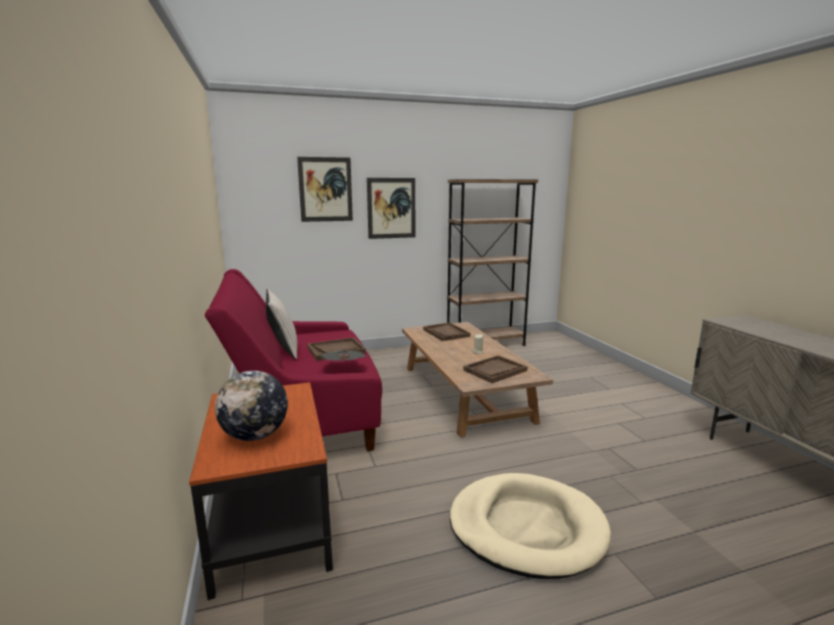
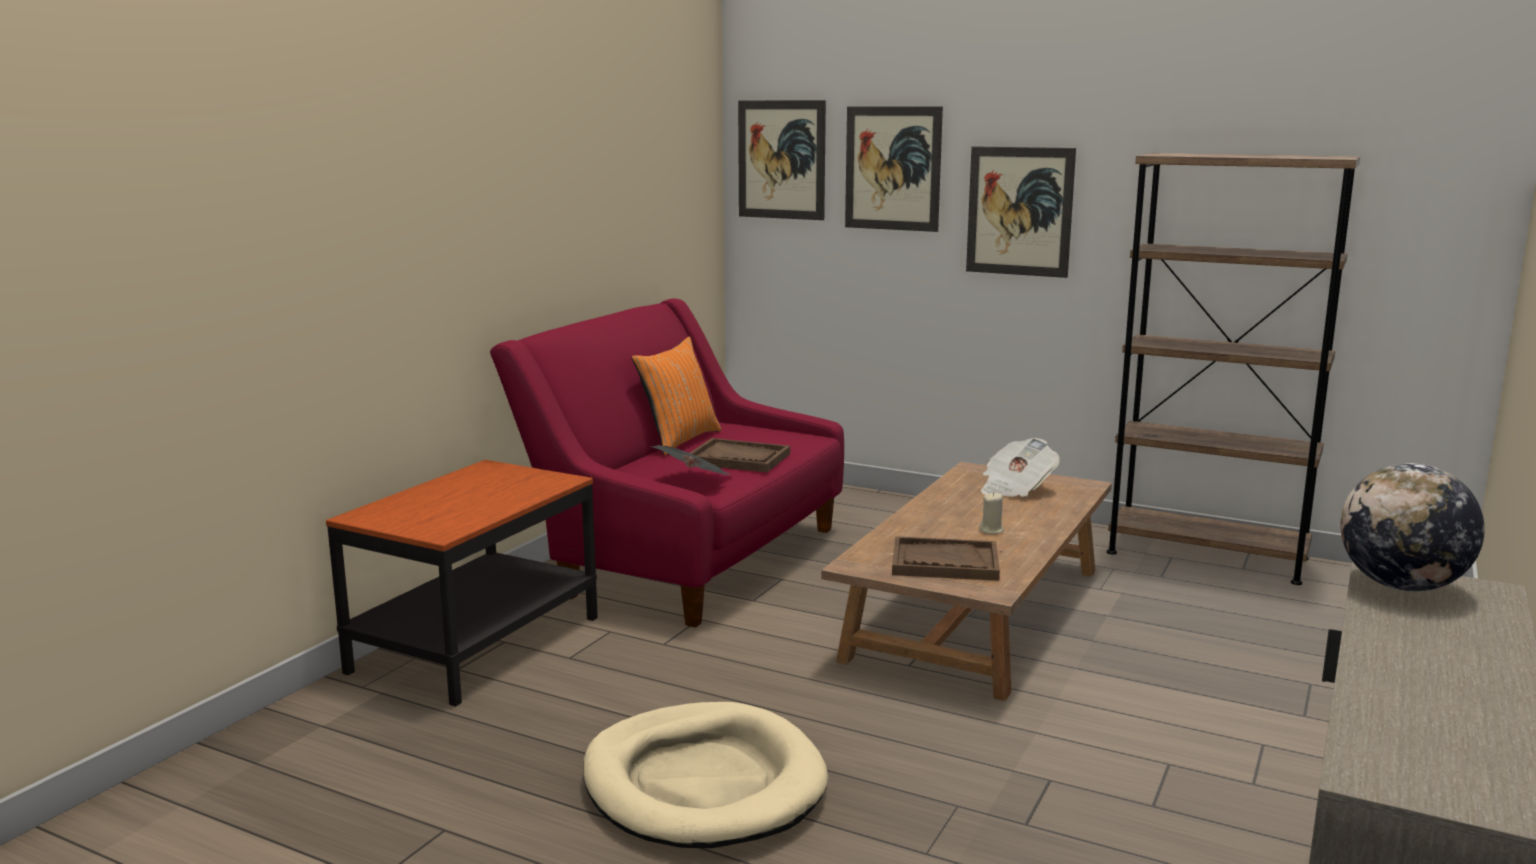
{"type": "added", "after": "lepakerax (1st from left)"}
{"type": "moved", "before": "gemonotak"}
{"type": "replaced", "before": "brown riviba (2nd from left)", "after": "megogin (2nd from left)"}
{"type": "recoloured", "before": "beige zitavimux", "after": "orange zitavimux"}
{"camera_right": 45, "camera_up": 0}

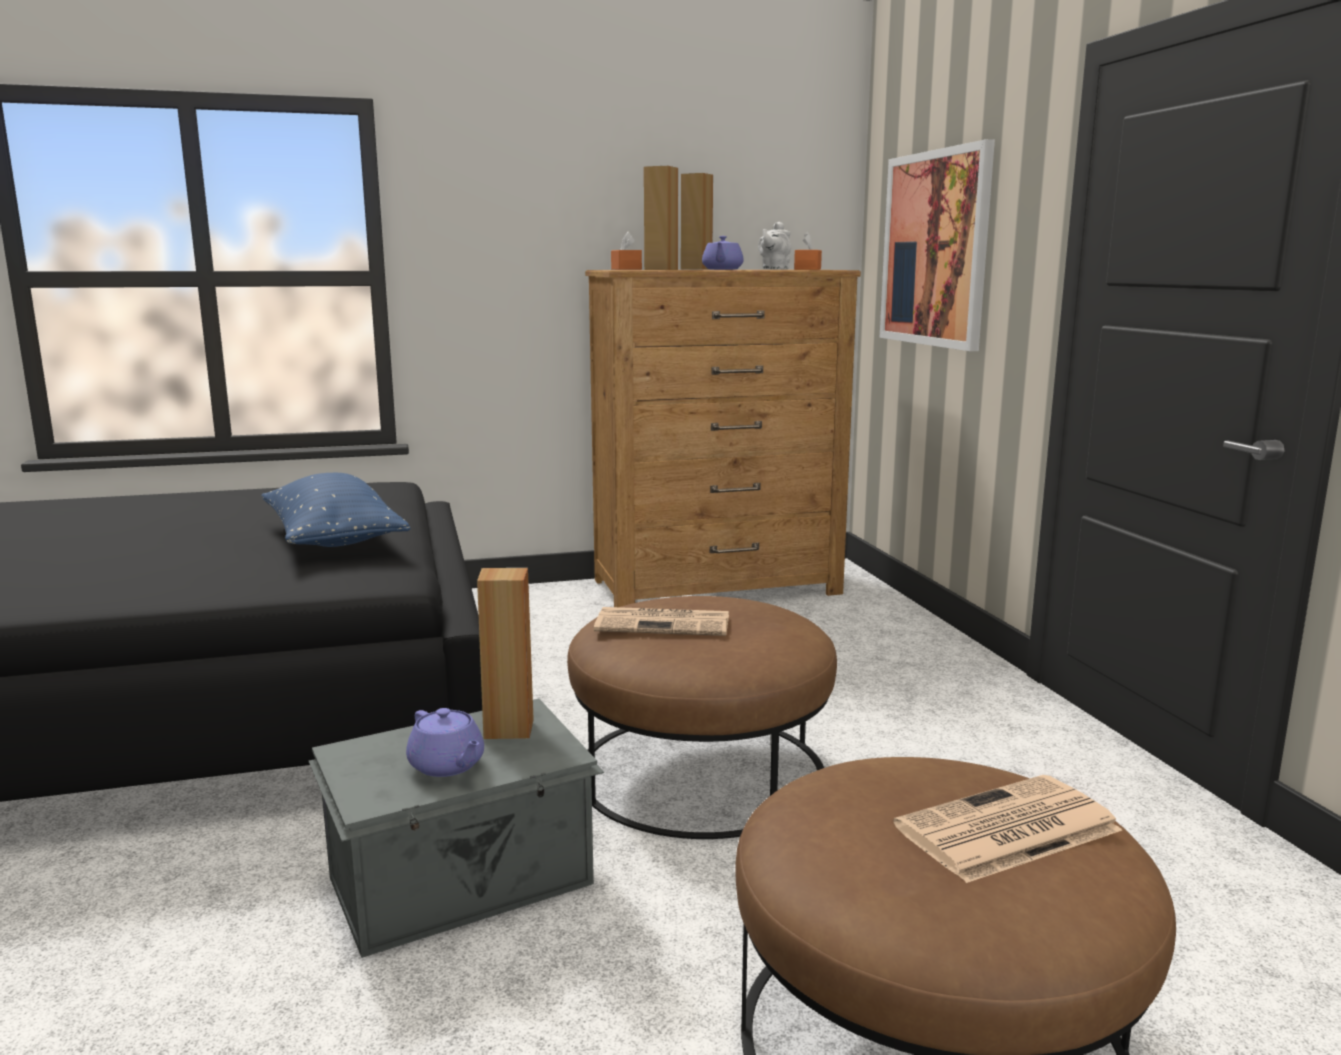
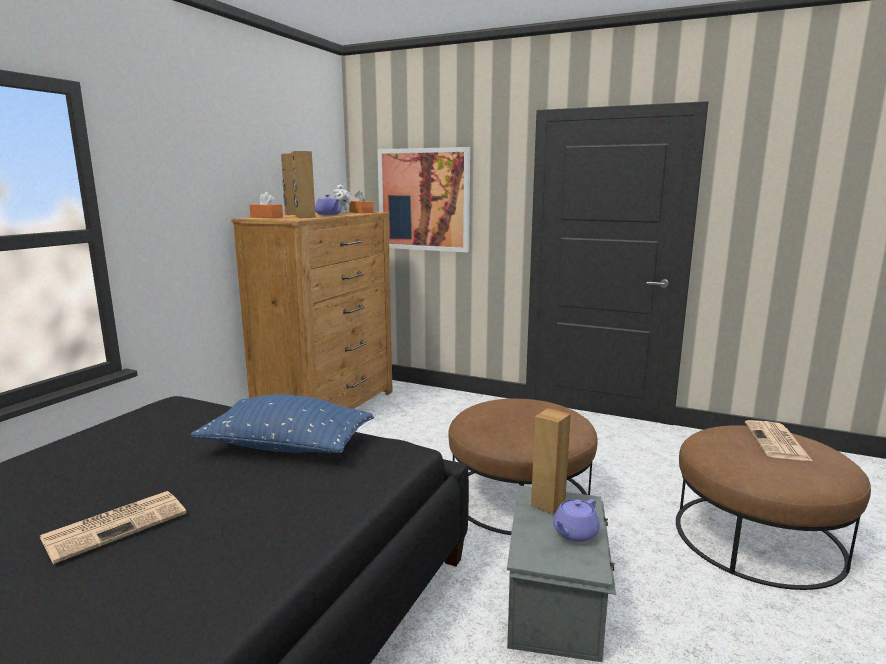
{"type": "moved", "before": "megogin (1st from left)"}
{"type": "turned", "before": "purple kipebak (1st from left in the first image)", "turn": 135}
{"camera_right": -50, "camera_up": 0}

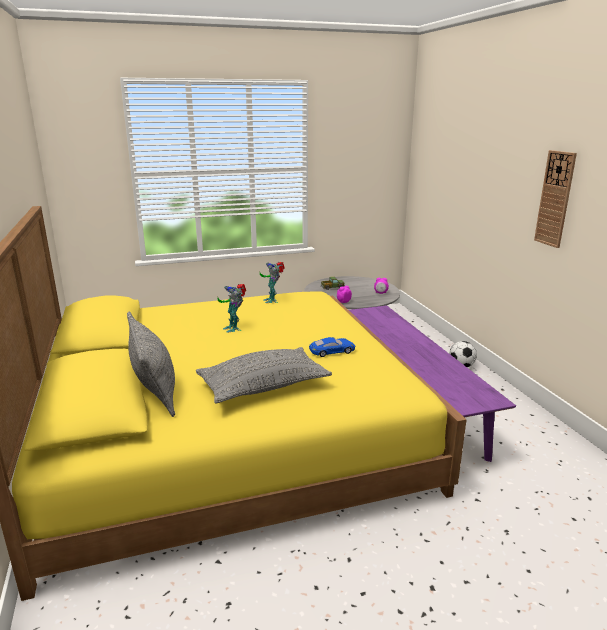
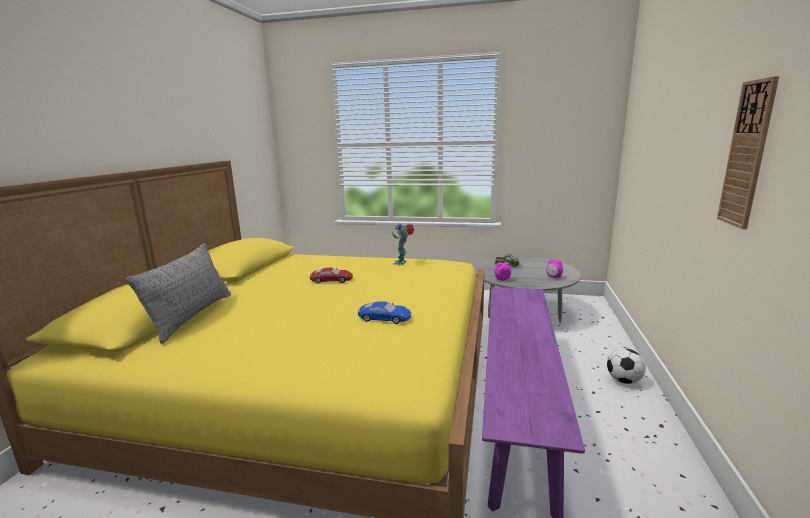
{"type": "removed", "before": "grey zitavimux (2nd from left)"}
{"type": "replaced", "before": "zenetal (1st from left)", "after": "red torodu"}
{"camera_right": 30, "camera_up": -5}

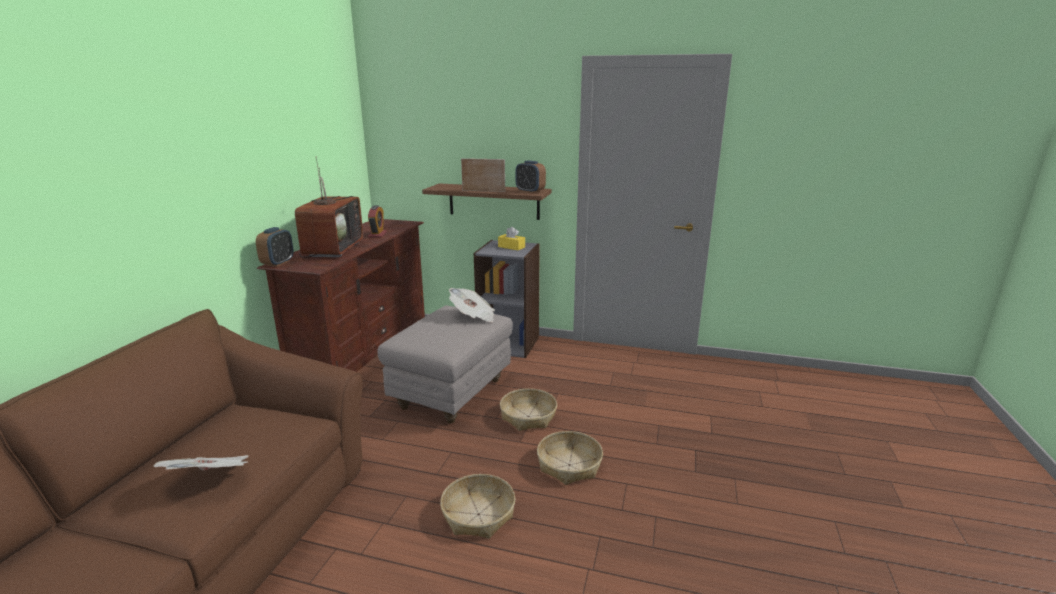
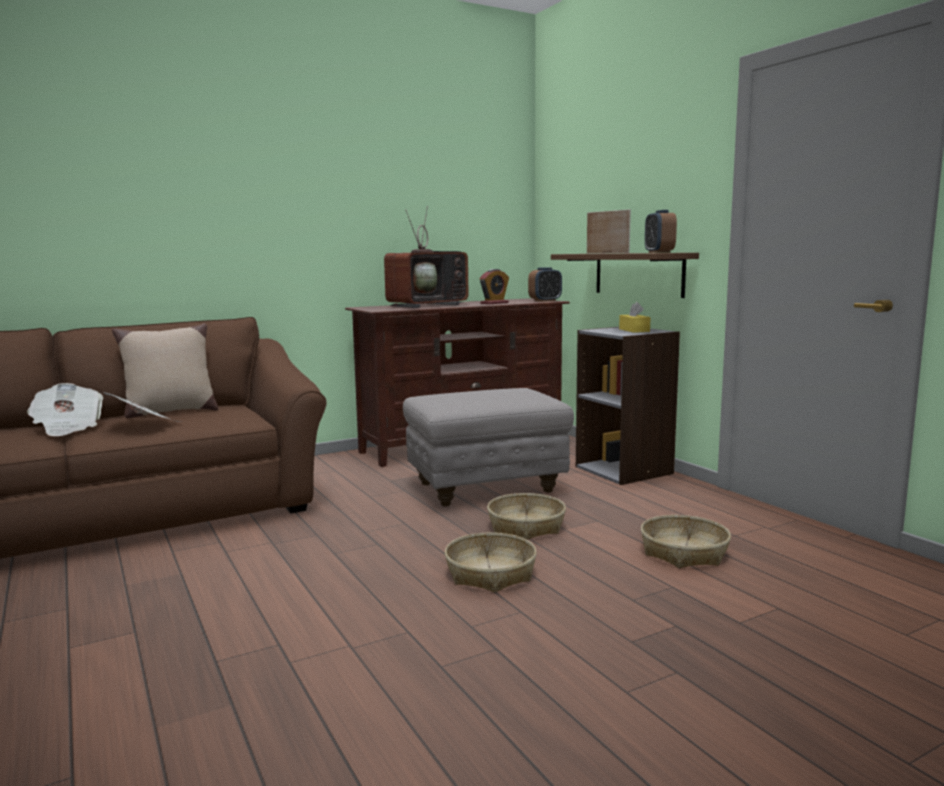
{"type": "added", "after": "beige zitavimux"}
{"type": "moved", "before": "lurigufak (1st from left in the first image)", "after": "lurigufak (2nd from left)"}
{"type": "moved", "before": "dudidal (1st from left in the first image)", "after": "dudidal (3rd from left)"}
{"type": "moved", "before": "megogin (2nd from left in the first image)", "after": "megogin (1st from left)"}
{"camera_right": 45, "camera_up": -10}

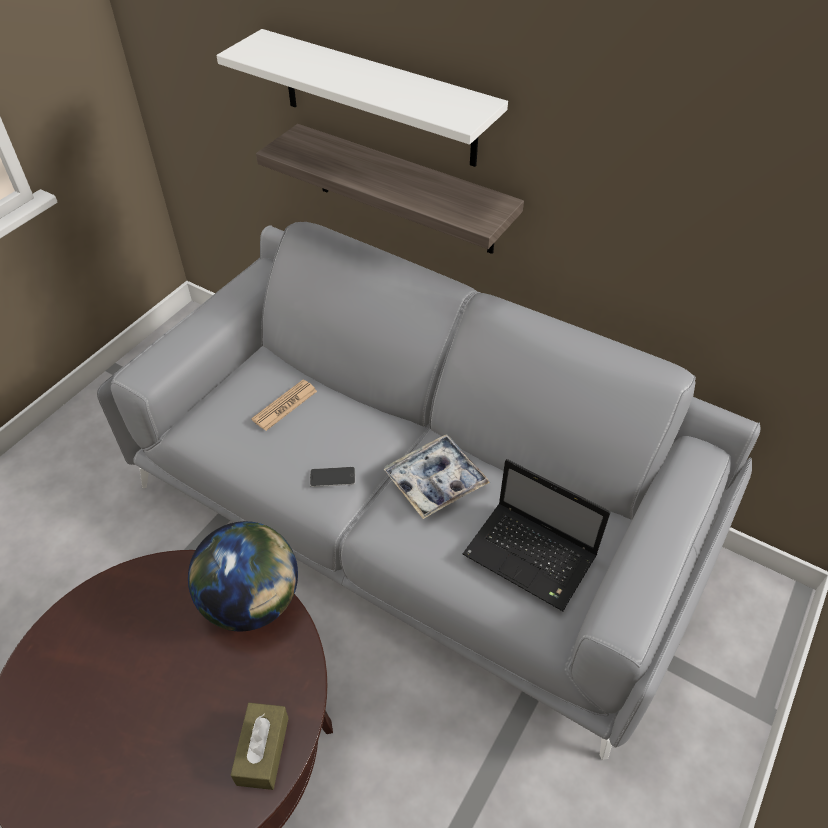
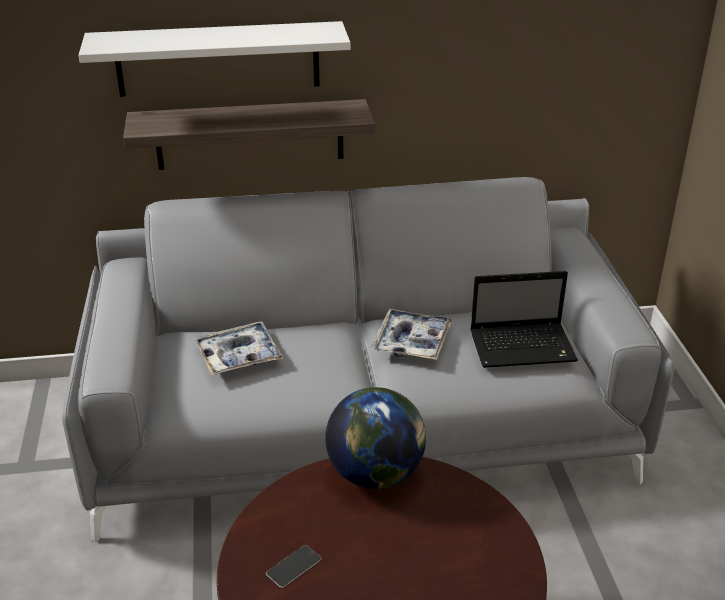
{"type": "removed", "before": "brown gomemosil"}
{"type": "moved", "before": "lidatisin"}
{"type": "replaced", "before": "megogin", "after": "riviba (1st from left)"}
{"camera_right": -40, "camera_up": -15}

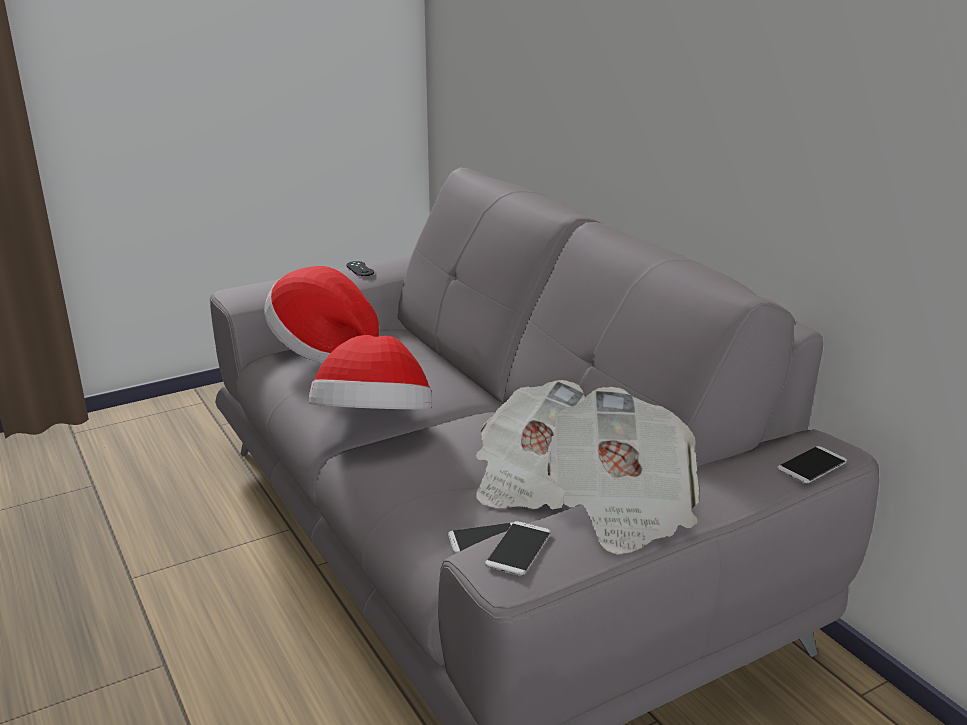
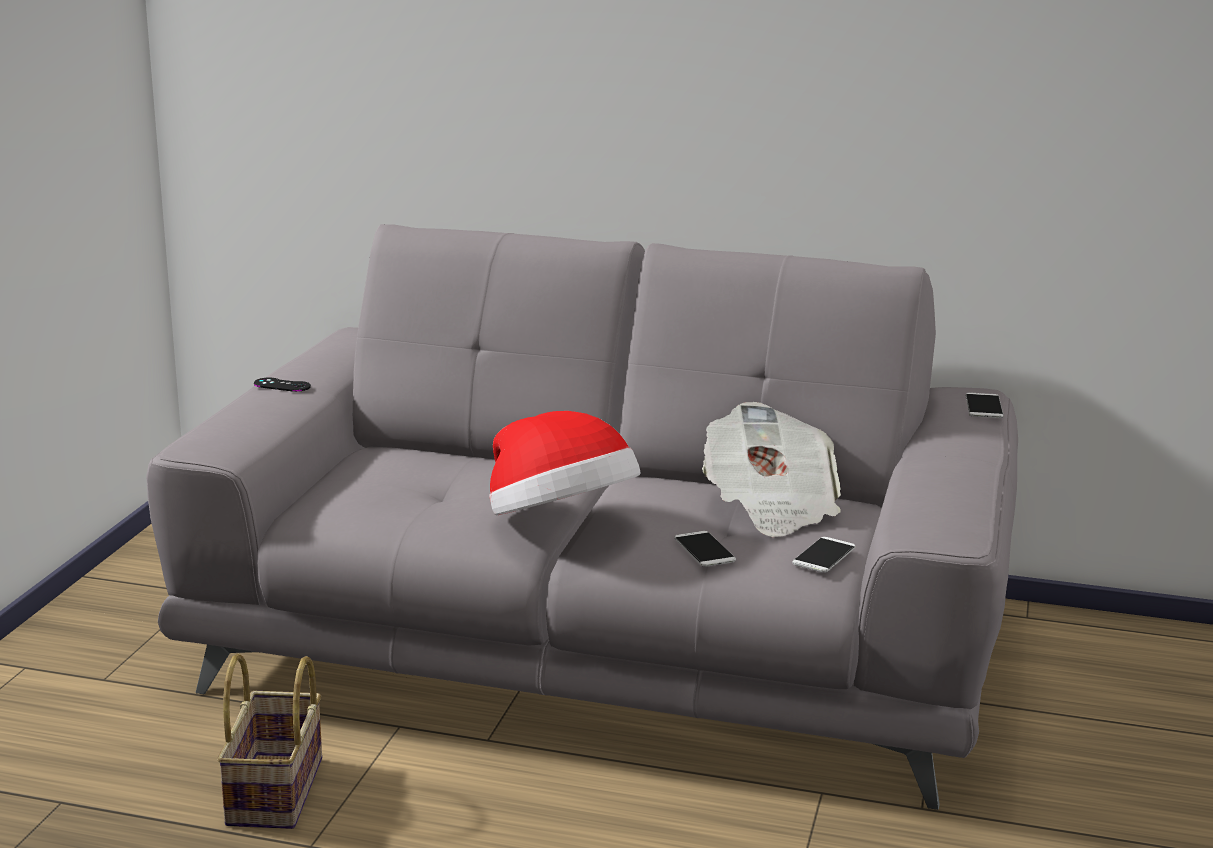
{"type": "removed", "before": "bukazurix (1st from left)"}
{"type": "removed", "before": "megogin (2nd from left)"}
{"type": "added", "after": "dudidal"}
{"type": "moved", "before": "lidatisin (2nd from left in the first image)", "after": "lidatisin (1st from left)"}
{"camera_right": -45, "camera_up": -5}

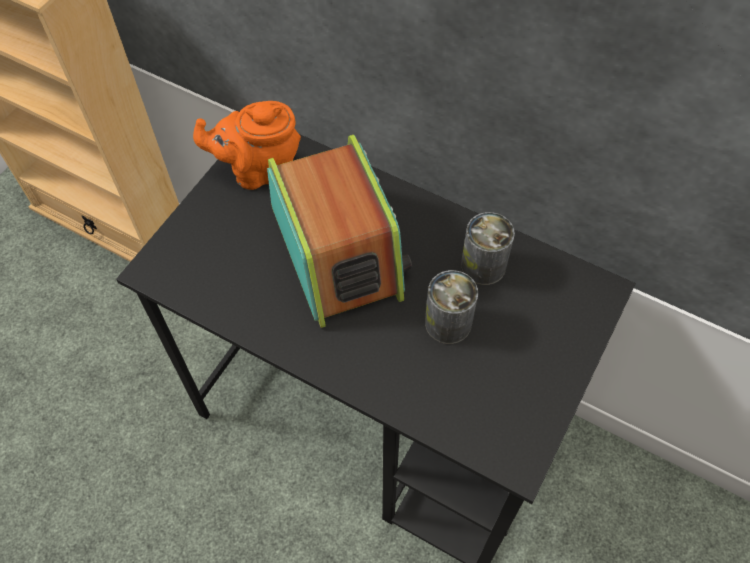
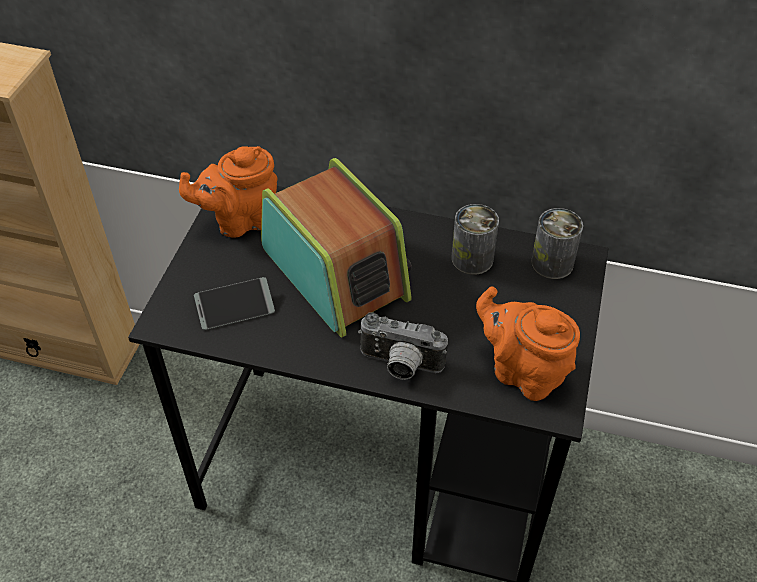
{"type": "added", "after": "lidatisin"}
{"type": "added", "after": "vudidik"}
{"type": "added", "after": "orange kipebak (2nd from left)"}
{"type": "moved", "before": "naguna (1st from left in the first image)", "after": "naguna (2nd from left)"}
{"camera_right": -15, "camera_up": -10}

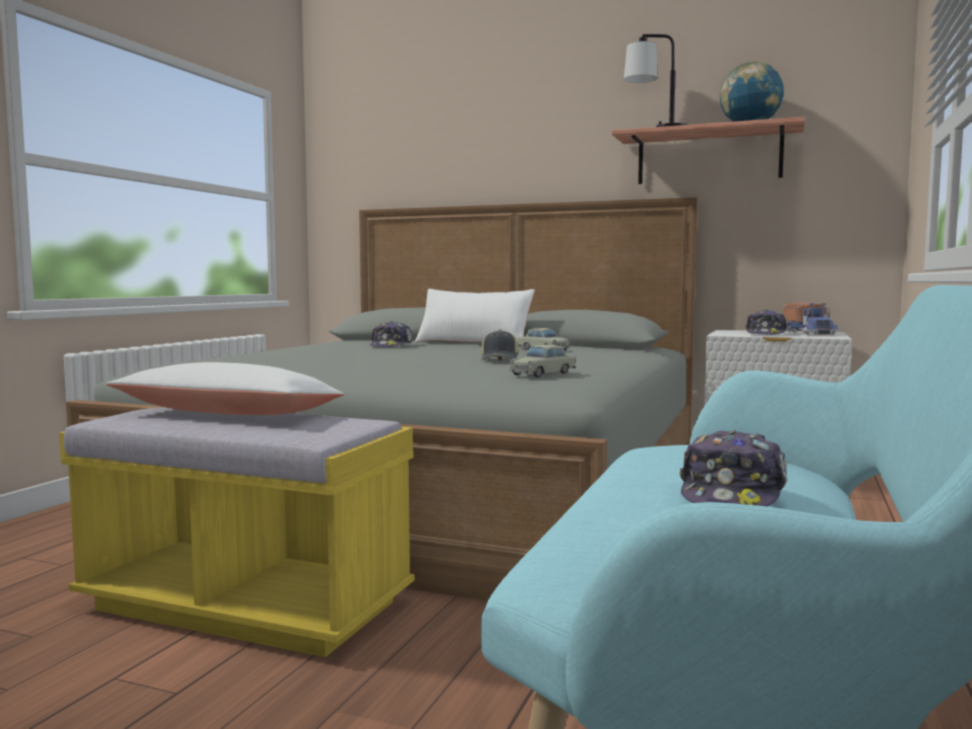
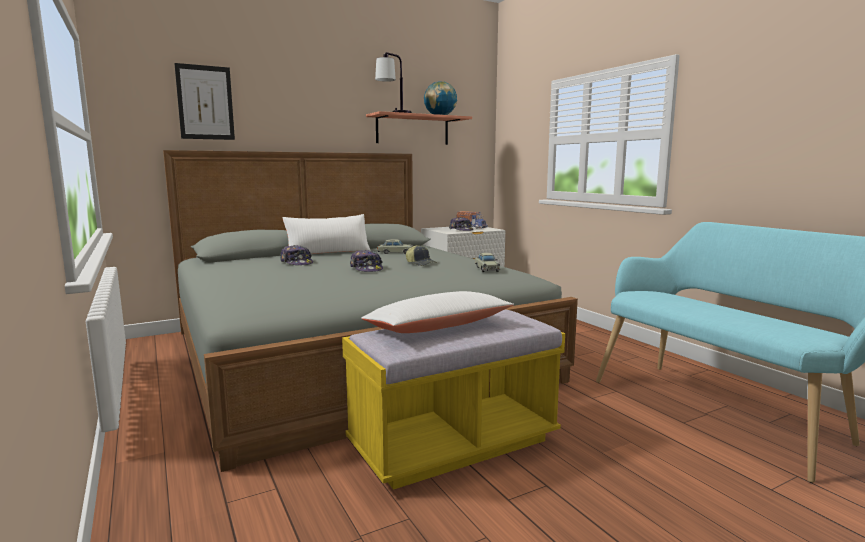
{"type": "added", "after": "lepakerax"}
{"type": "moved", "before": "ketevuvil (3rd from left in the first image)", "after": "ketevuvil (2nd from left)"}
{"camera_right": -50, "camera_up": 5}

